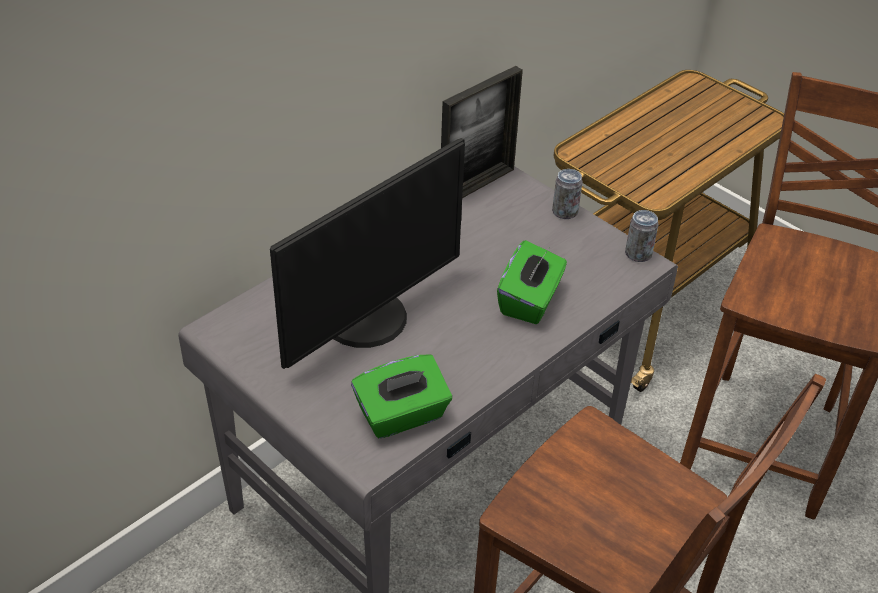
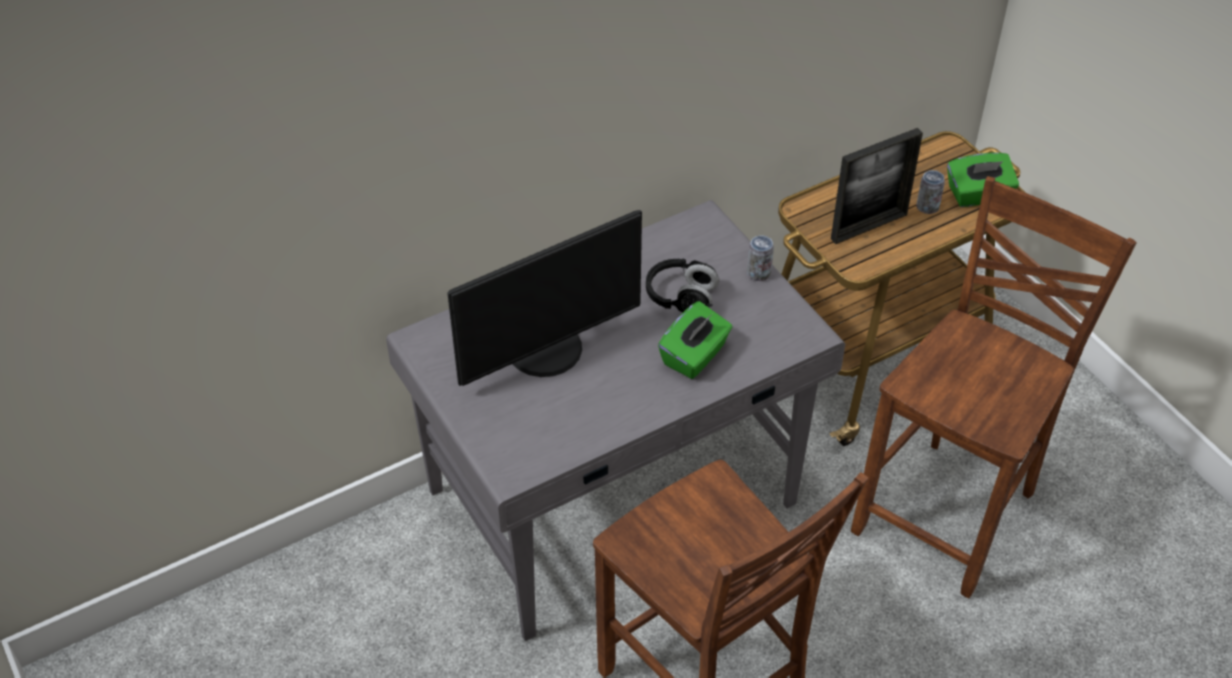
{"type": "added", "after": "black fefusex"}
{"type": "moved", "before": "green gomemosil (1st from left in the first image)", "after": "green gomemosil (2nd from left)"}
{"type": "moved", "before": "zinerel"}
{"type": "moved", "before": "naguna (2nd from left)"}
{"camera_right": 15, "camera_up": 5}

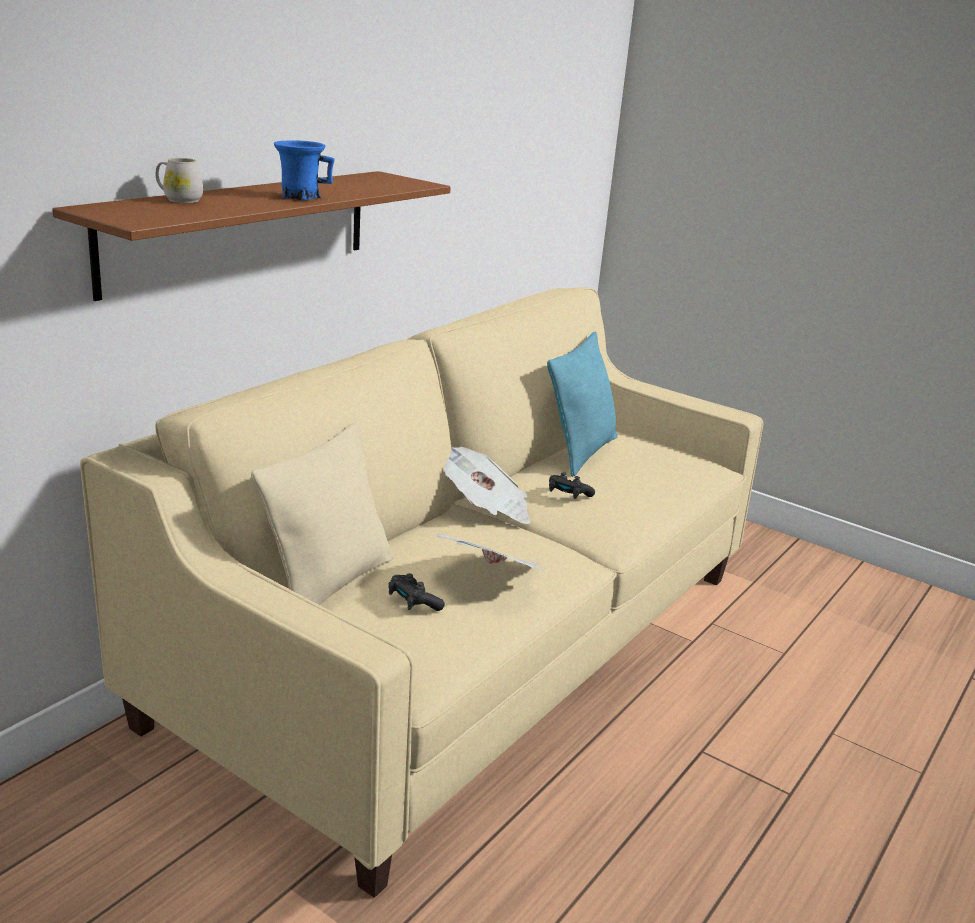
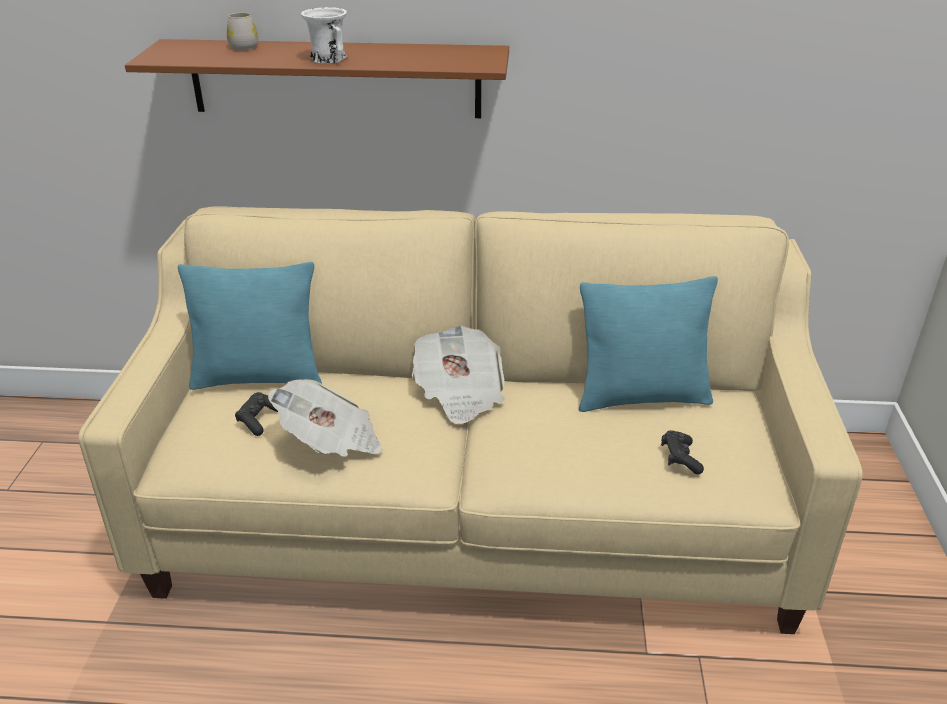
{"type": "moved", "before": "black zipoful (2nd from left)"}
{"type": "recoloured", "before": "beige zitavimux", "after": "turquoise zitavimux (1st from left)"}
{"type": "recoloured", "before": "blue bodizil", "after": "white bodizil (2nd from left)"}
{"camera_right": 60, "camera_up": 10}

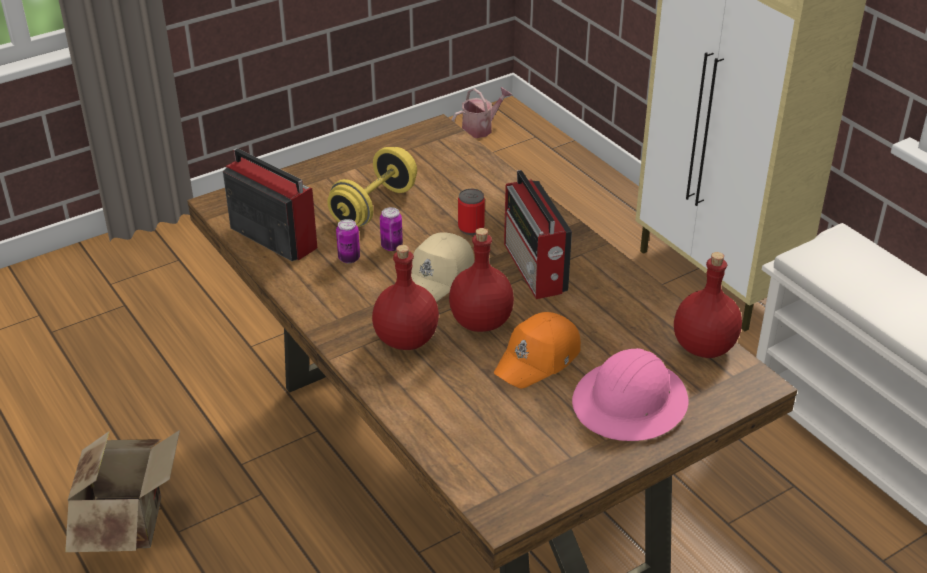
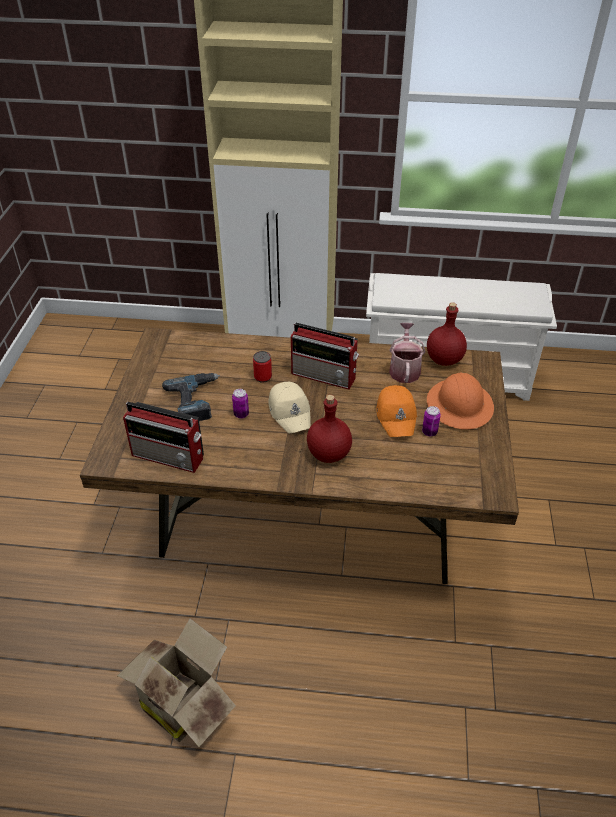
{"type": "removed", "before": "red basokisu (2nd from left)"}
{"type": "moved", "before": "naguna (1st from left in the first image)", "after": "naguna (3rd from left)"}
{"type": "moved", "before": "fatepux"}
{"type": "replaced", "before": "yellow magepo", "after": "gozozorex"}
{"type": "recoloured", "before": "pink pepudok", "after": "orange pepudok"}
{"type": "turned", "before": "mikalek (1st from left)", "turn": -150}
{"camera_right": -50, "camera_up": 5}

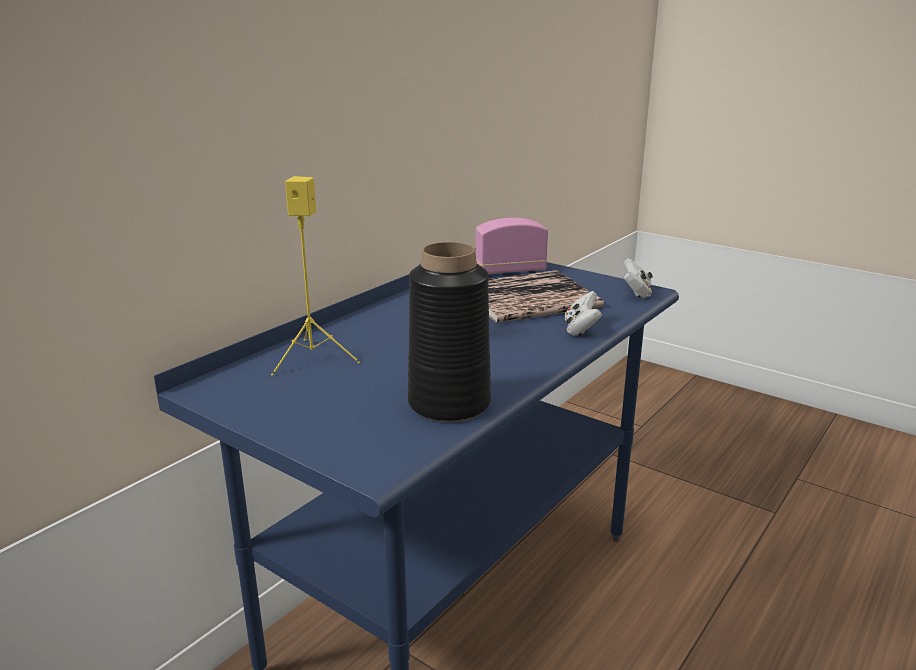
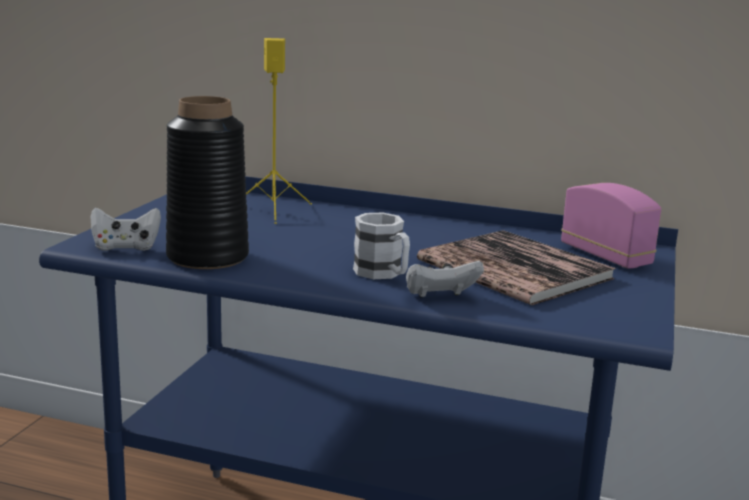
{"type": "added", "after": "white bodizil"}
{"type": "moved", "before": "white zipoful (2nd from left in the first image)", "after": "white zipoful (1st from left)"}
{"camera_right": 70, "camera_up": -5}

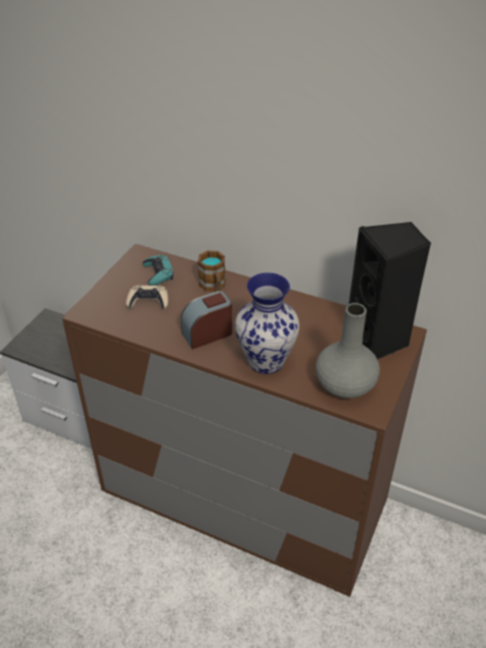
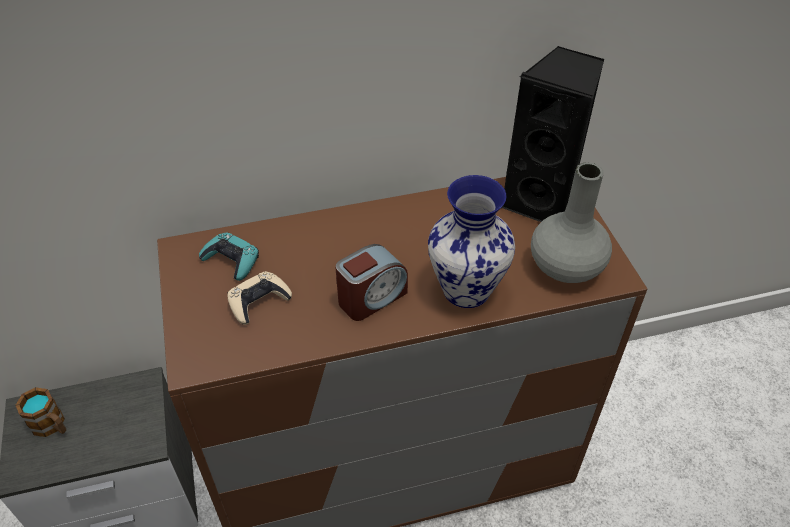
{"type": "moved", "before": "bodizil"}
{"type": "turned", "before": "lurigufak", "turn": -150}
{"camera_right": -40, "camera_up": 5}

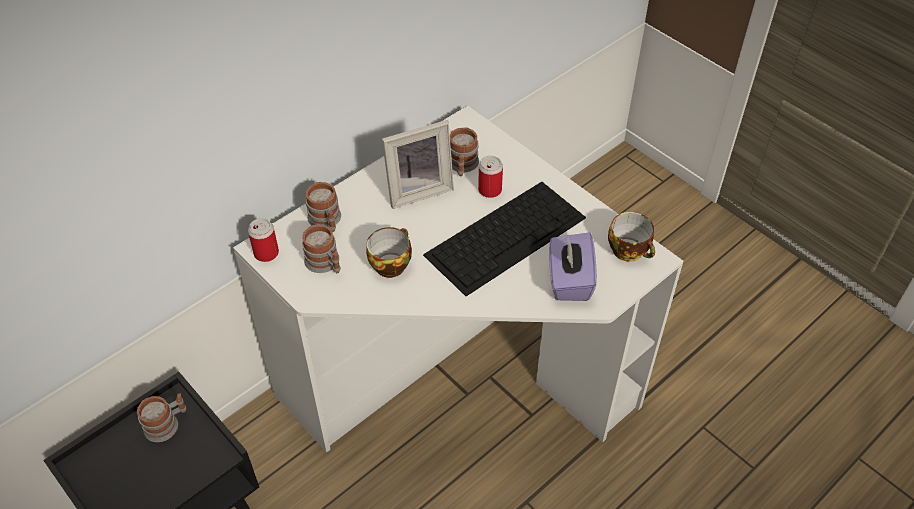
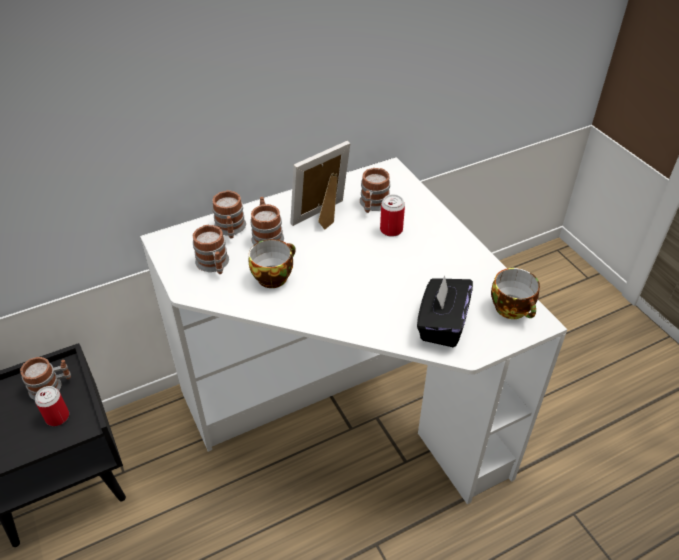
{"type": "removed", "before": "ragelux"}
{"type": "added", "after": "bodizil (4th from left)"}
{"type": "moved", "before": "naguna (1st from left)"}
{"type": "recoloured", "before": "purple gomemosil", "after": "black gomemosil"}
{"type": "turned", "before": "zinerel", "turn": 150}
{"camera_right": 15, "camera_up": -5}

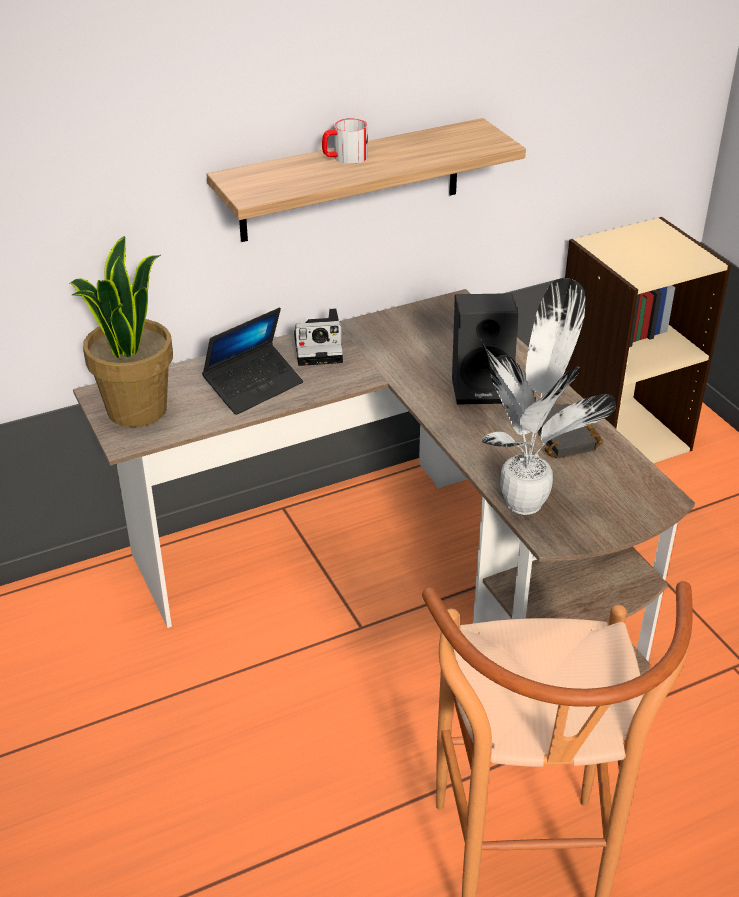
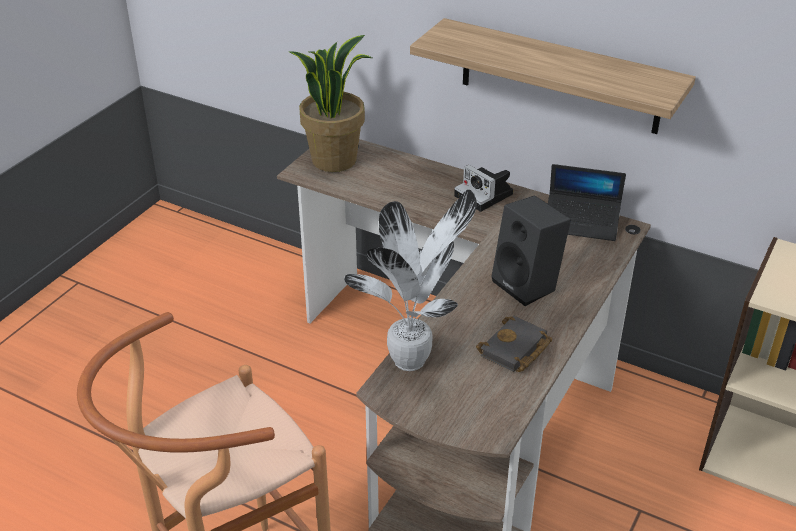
{"type": "removed", "before": "bodizil"}
{"type": "moved", "before": "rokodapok"}
{"camera_right": 55, "camera_up": 0}

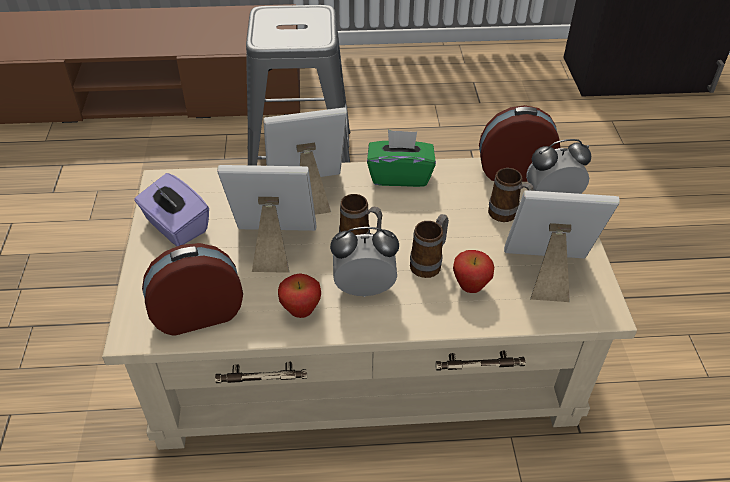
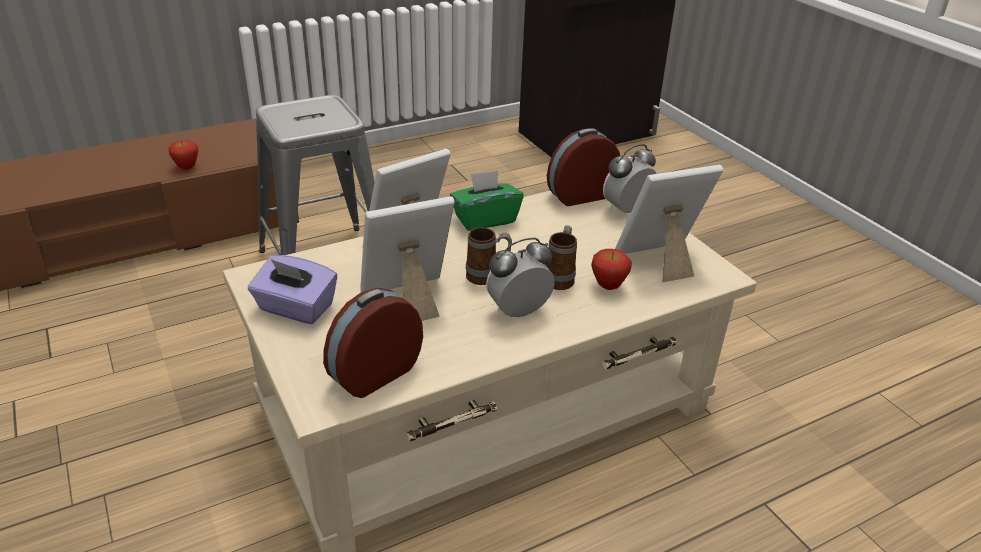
{"type": "removed", "before": "bodizil (3rd from left)"}
{"type": "moved", "before": "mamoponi (1st from left)"}
{"camera_right": -25, "camera_up": -10}

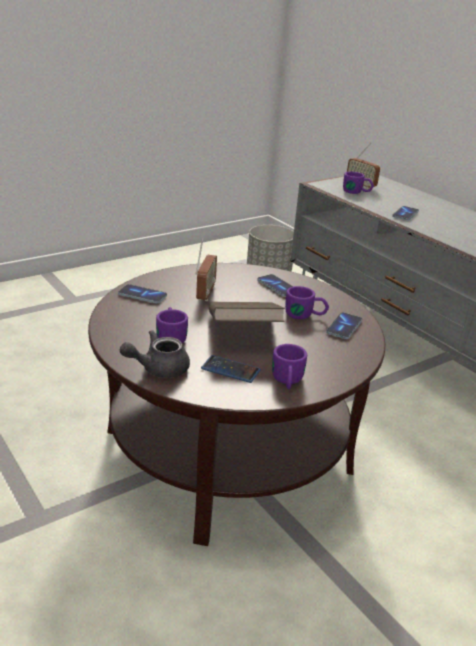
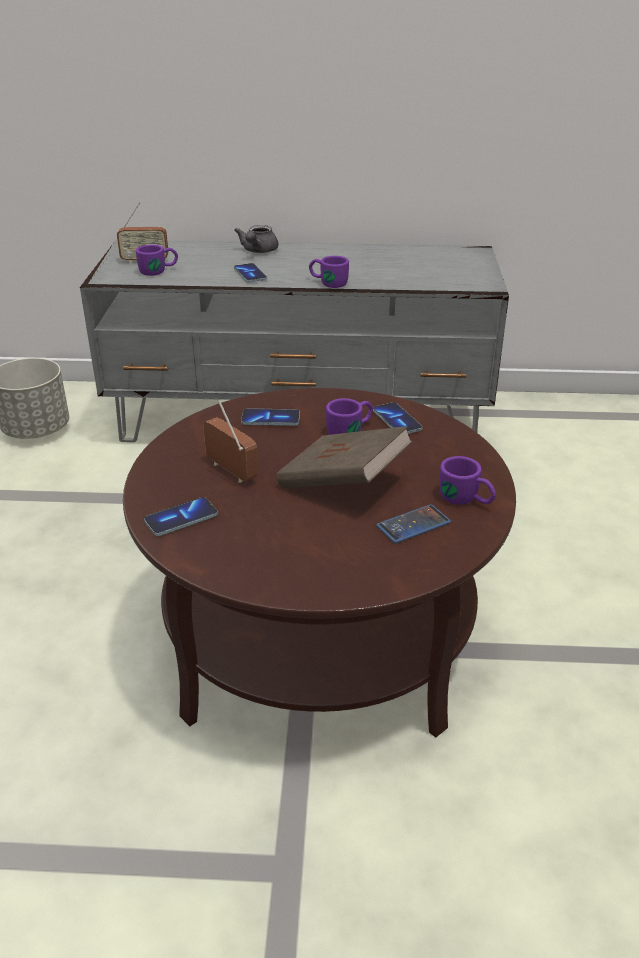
{"type": "moved", "before": "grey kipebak"}
{"type": "moved", "before": "purple bodizil (1st from left in the first image)", "after": "purple bodizil (2nd from left)"}
{"camera_right": -50, "camera_up": 5}

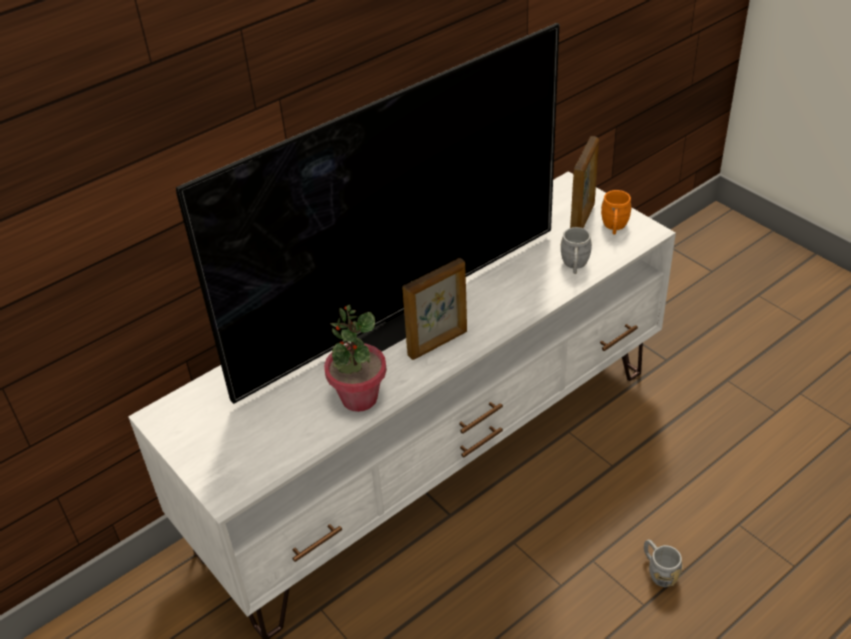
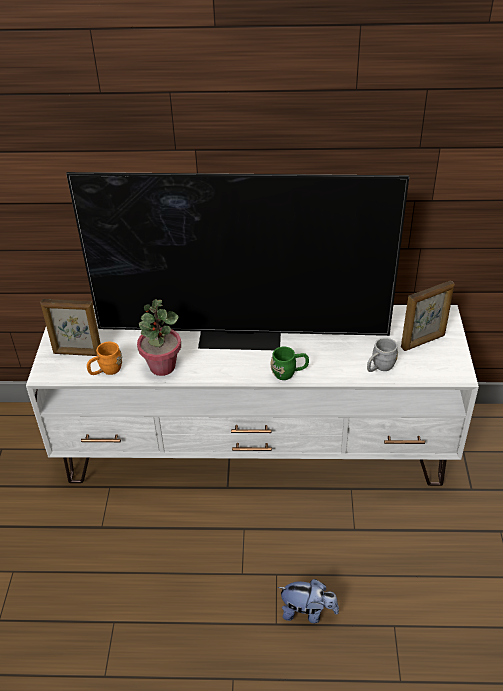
{"type": "added", "after": "green bodizil"}
{"type": "moved", "before": "zinerel (1st from left)"}
{"type": "moved", "before": "orange bodizil"}
{"type": "replaced", "before": "grey bodizil (2nd from left)", "after": "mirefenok"}
{"camera_right": 40, "camera_up": 0}

